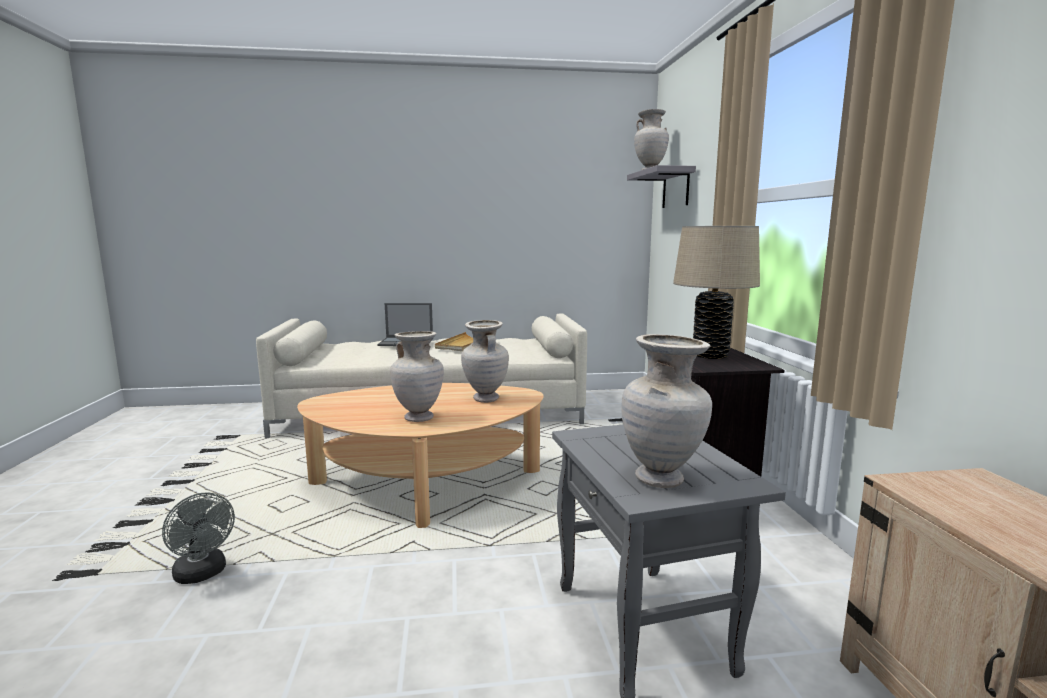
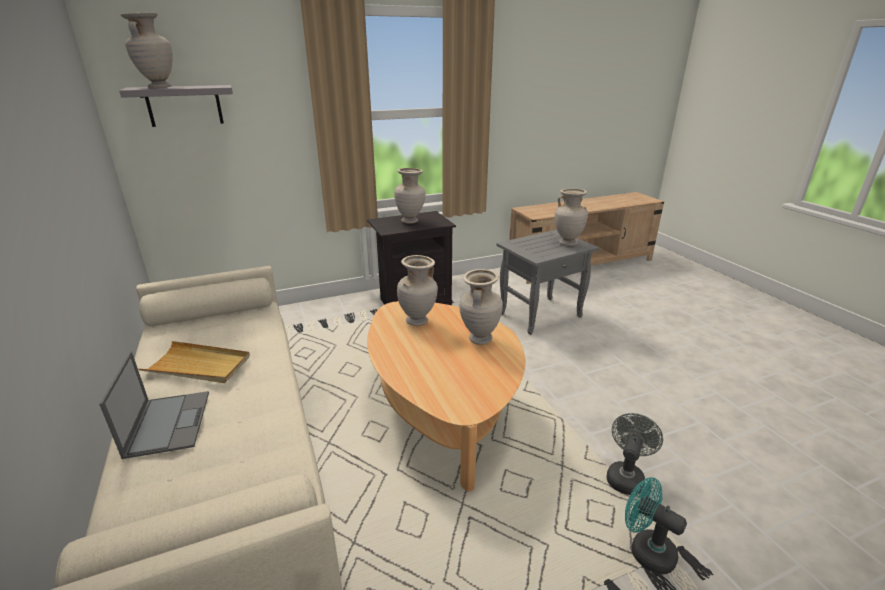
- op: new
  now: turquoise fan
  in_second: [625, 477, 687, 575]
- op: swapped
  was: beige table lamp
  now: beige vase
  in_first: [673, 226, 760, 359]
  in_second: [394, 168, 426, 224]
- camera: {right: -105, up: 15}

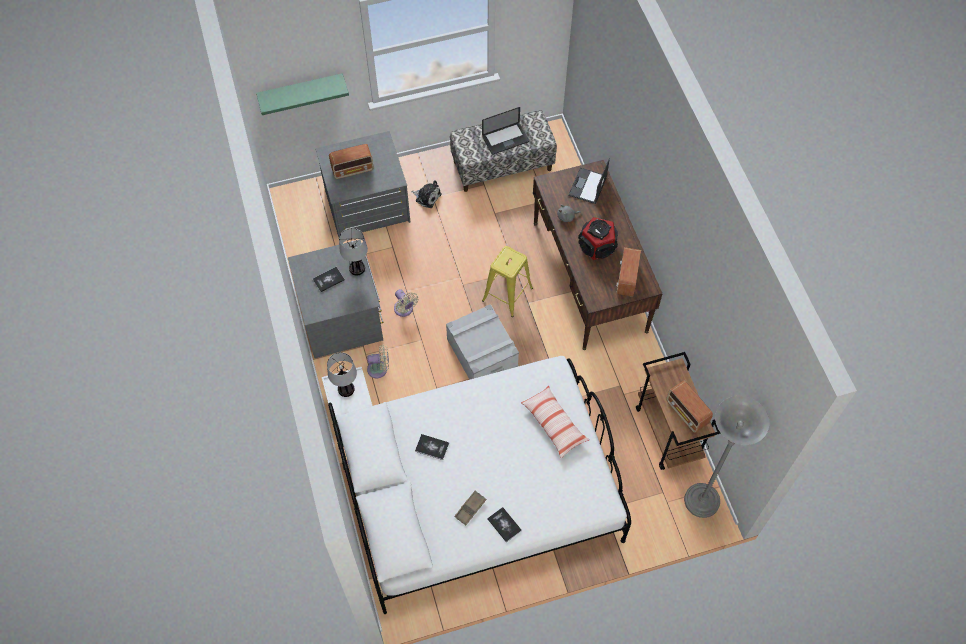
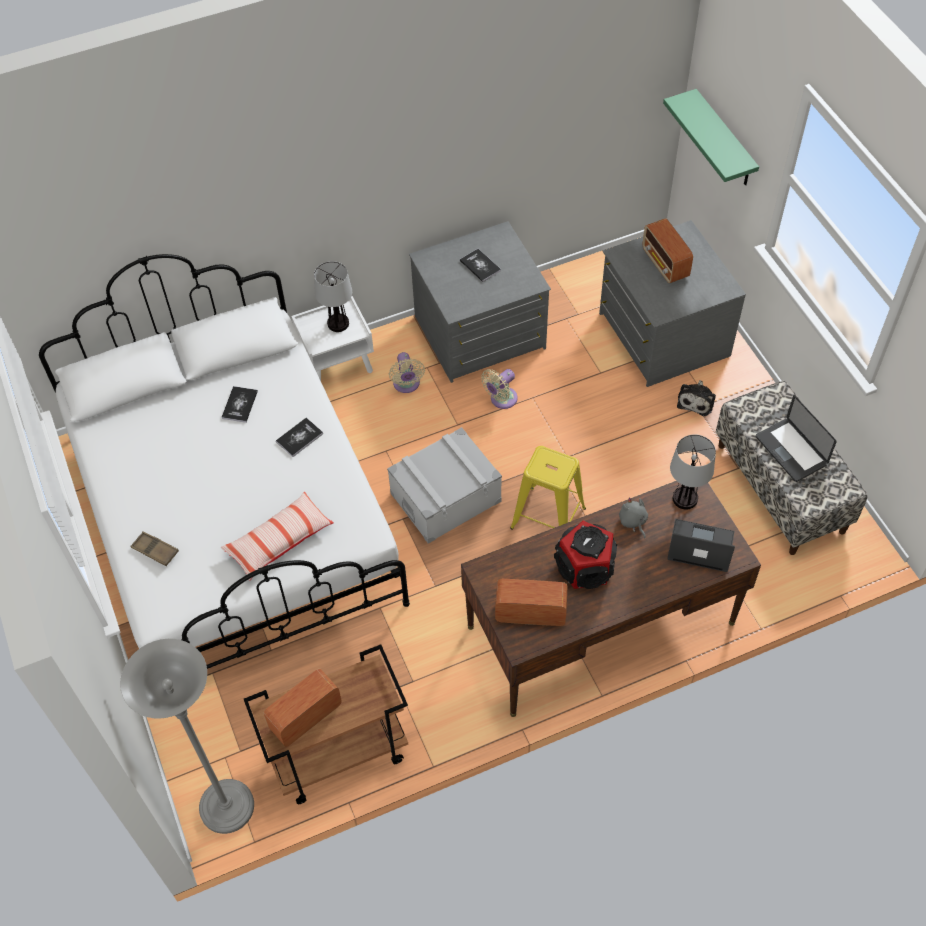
- op: shifted
  was: table lamp
  in_first: [339, 228, 368, 276]
  in_second: [670, 434, 716, 510]
- op: shifted
  was: brown tray
  in_first: [454, 491, 486, 525]
  in_second: [130, 531, 179, 566]
- op: shifted
  was: book
  in_first: [487, 507, 522, 542]
  in_second: [276, 418, 323, 457]
- camera: {right: 85, up: -5}

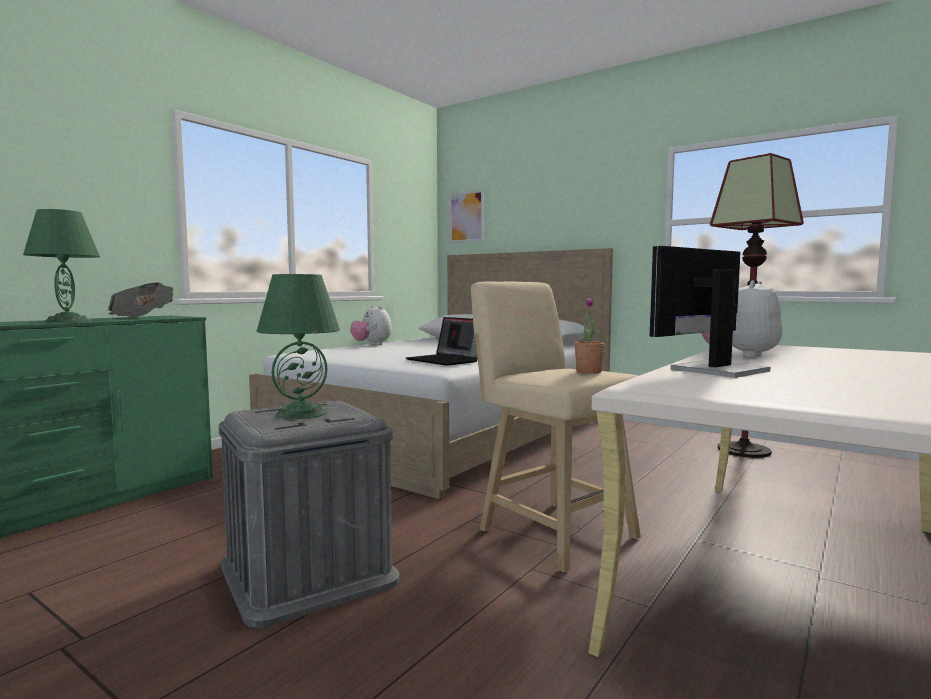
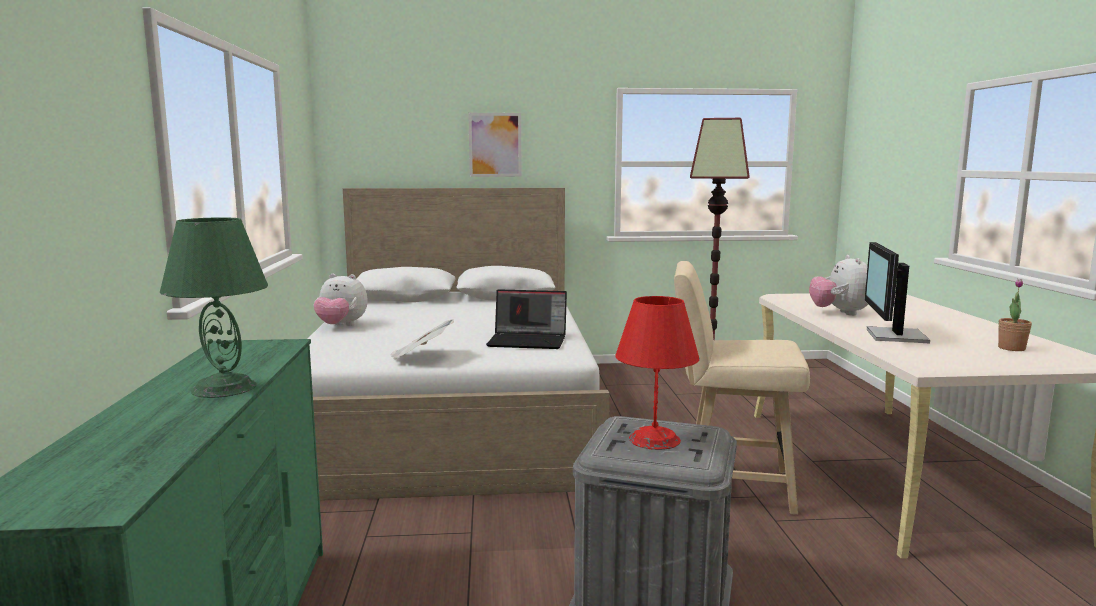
- op: shifted
  was: newspaper
  in_first: [108, 282, 173, 317]
  in_second: [390, 319, 454, 360]
- op: shifted
  was: picture
  in_first: [449, 190, 484, 243]
  in_second: [468, 113, 522, 177]
- op: shifted
  was: potted plant
  in_first: [574, 298, 605, 374]
  in_second: [998, 279, 1032, 351]
- op: repainted
  was: green table lamp
  now: red table lamp
  in_first: [256, 274, 340, 419]
  in_second: [615, 296, 700, 450]
- camera: {right: -40, up: 5}

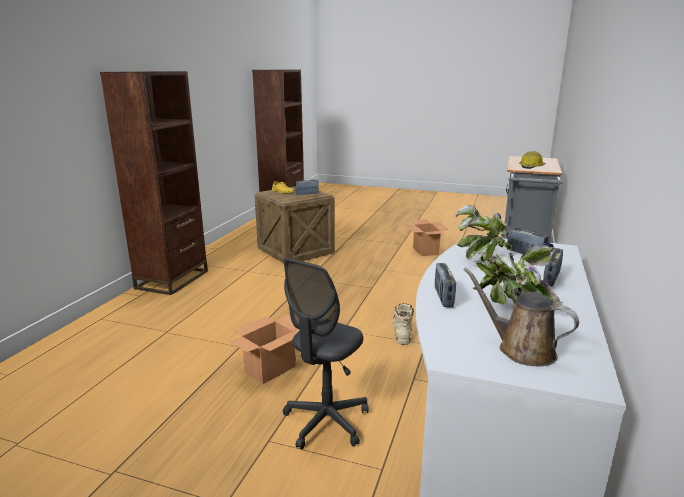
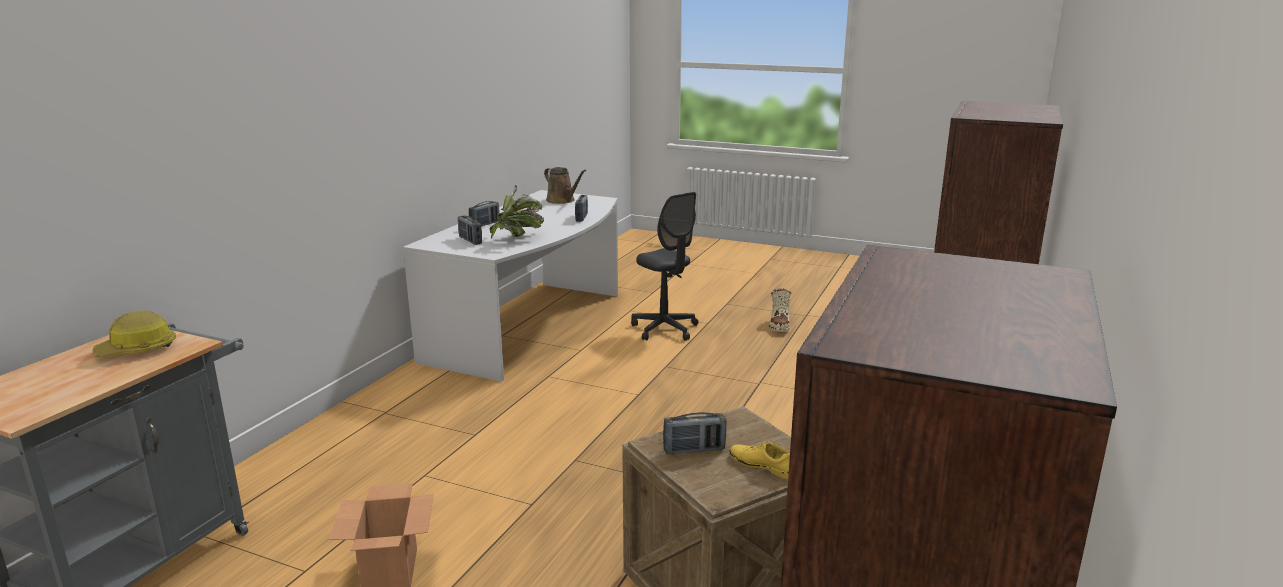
- op: gone
  was: cardboard box
  in_first: [230, 314, 298, 384]
- op: gone
  was: potted plant
  in_first: [473, 243, 563, 305]
- op: shifted
  was: beige boot
  in_first: [392, 303, 414, 345]
  in_second: [769, 289, 791, 331]
- op: rotated
  was: grey office chair
  in_first: [283, 258, 369, 450]
  in_second: [631, 192, 698, 341]
  clockwise: 105
- camera: {right: -175, up: 0}

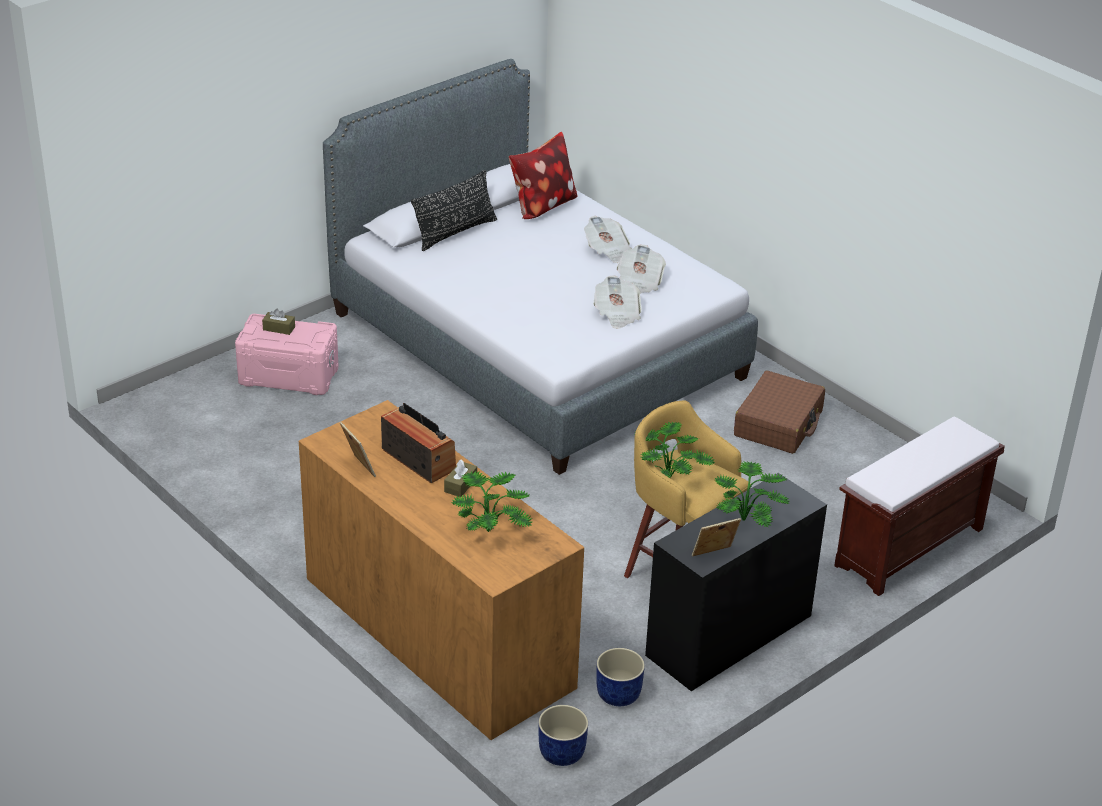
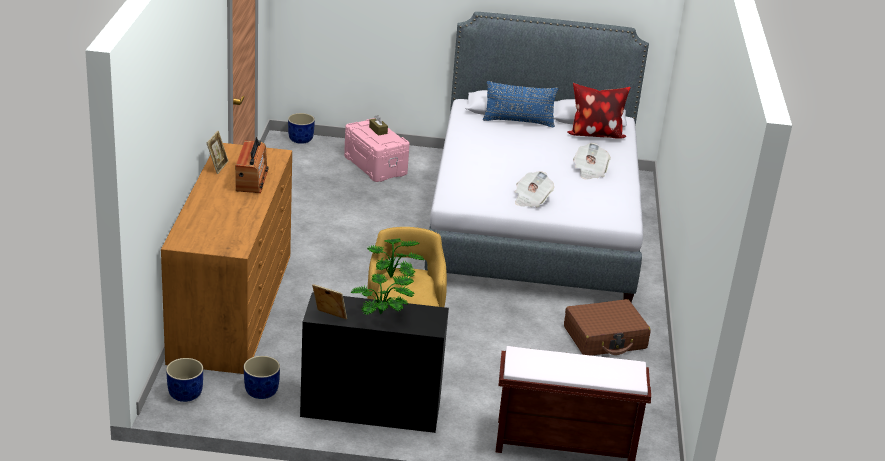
- op: gone
  was: brown tissue box
  in_first: [444, 459, 477, 497]
- op: gone
  was: potted plant
  in_first: [452, 470, 532, 531]
- op: gone
  was: newspaper
  in_first: [617, 245, 666, 294]
- op: new
  now: blue planter
  in_second: [288, 113, 315, 144]
- op: repainted
  was: black pillow
  now: blue pillow
  in_first: [411, 170, 497, 251]
  in_second: [483, 81, 558, 127]
- camera: {right: 45, up: -5}

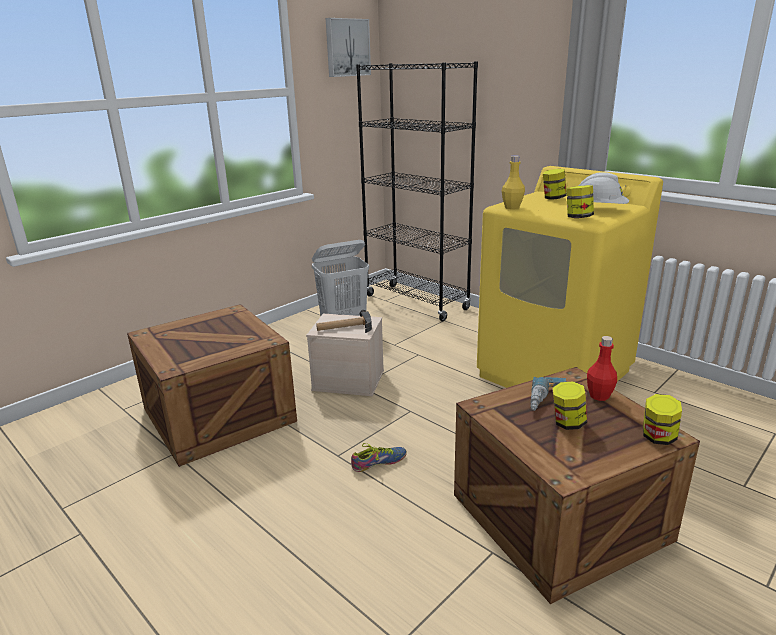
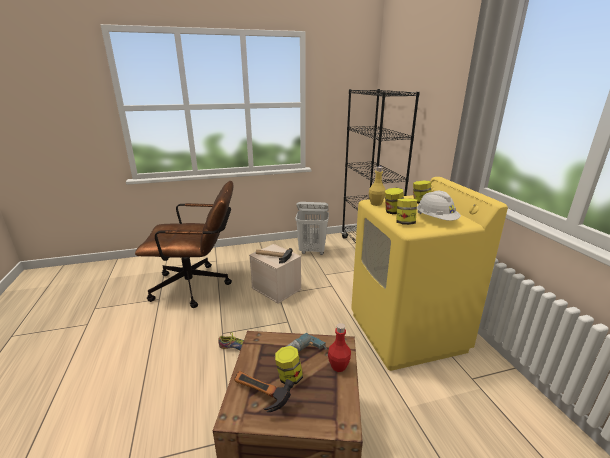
- op: gone
  was: picture
  in_first: [326, 18, 371, 77]
- op: new
  now: hammer
  in_second: [234, 371, 294, 412]
- op: shifted
  was: jar
  in_first: [643, 394, 682, 445]
  in_second: [385, 188, 404, 214]
- op: swapped
  was: crate
  now: brown office chair
  in_first: [127, 304, 297, 467]
  in_second: [135, 181, 233, 308]
- camera: {right: 30, up: 0}

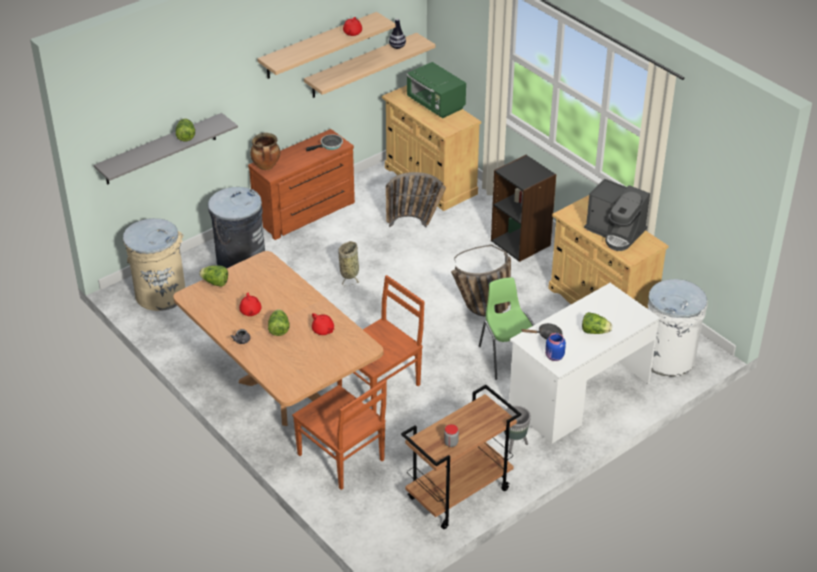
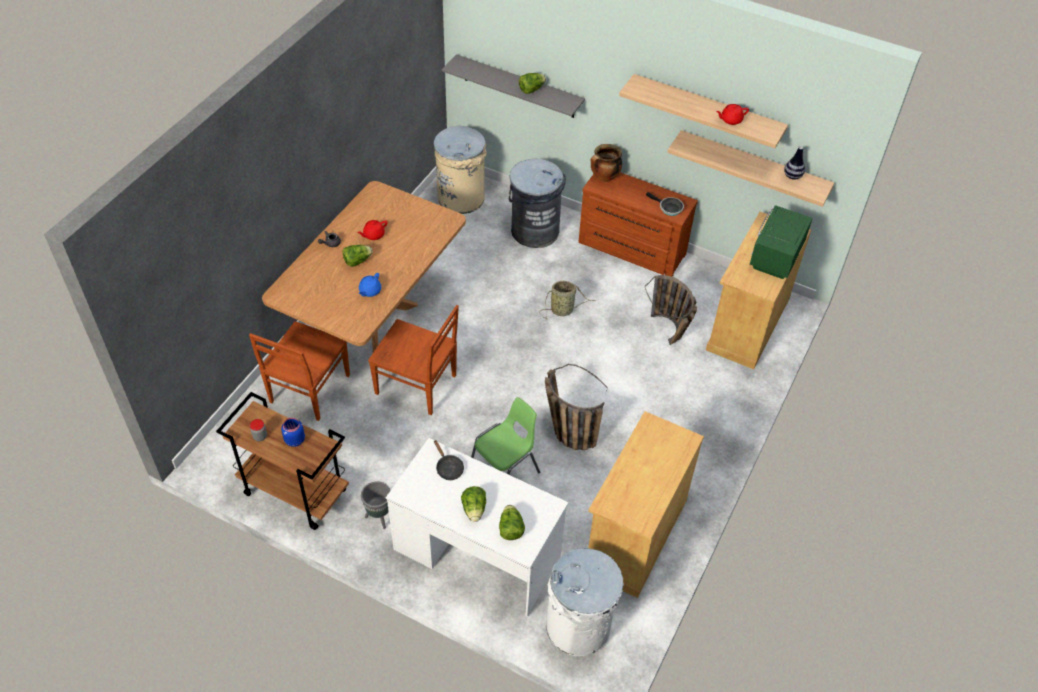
- op: gone
  was: black bookcase
  in_first: [491, 155, 557, 262]
- op: gone
  was: coffee machine
  in_first: [584, 179, 650, 251]
- op: shifted
  was: lettuce
  in_first: [199, 266, 228, 287]
  in_second: [499, 505, 525, 540]
- op: shifted
  was: blue jar
  in_first: [545, 333, 566, 361]
  in_second: [281, 418, 305, 447]
- op: repainted
  was: red teapot
  now: blue teapot
  in_first: [312, 313, 335, 335]
  in_second: [359, 273, 381, 297]
- camera: {right: 65, up: 10}

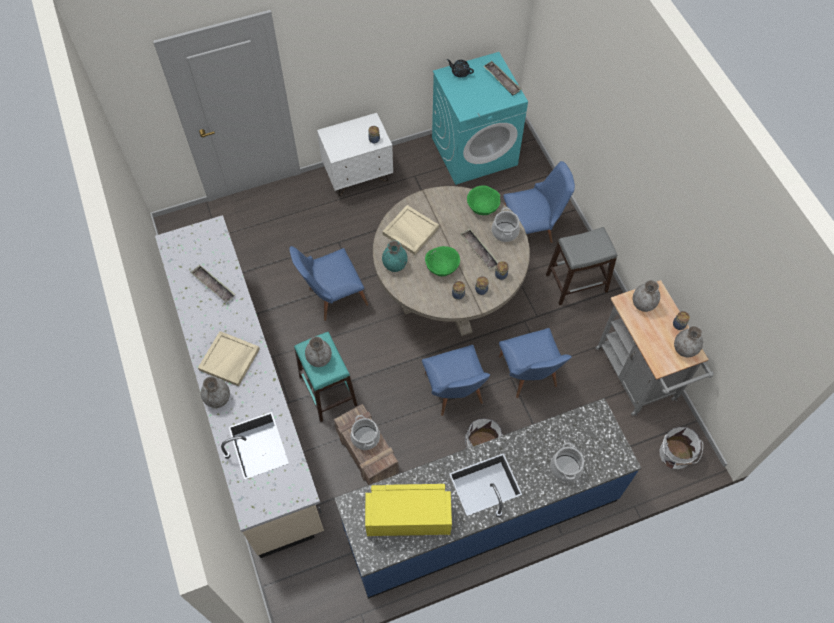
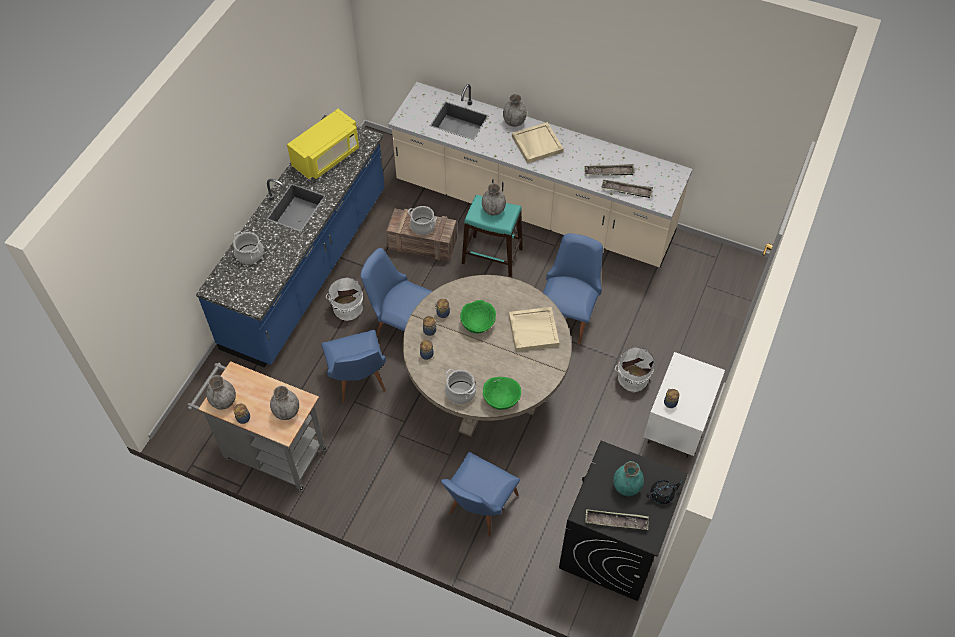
- op: gone
  was: grey stool
  in_first: [546, 227, 617, 305]
- op: shifted
  was: turquoise vase
  in_first: [382, 240, 408, 272]
  in_second: [613, 461, 644, 496]
- op: shifted
  was: tray
  in_first: [460, 229, 499, 269]
  in_second: [601, 180, 653, 198]
- op: shifted
  was: white bucket
  in_first: [660, 427, 703, 469]
  in_second: [615, 347, 654, 392]
- op: repainted
  was: turquoise washing machine
  now: black washing machine
  in_first: [432, 52, 528, 185]
  in_second: [559, 441, 688, 601]
- op: rotated
  was: blue chair
  in_first: [499, 328, 572, 398]
  in_second: [321, 330, 386, 402]
  clockwise: -135
- camera: {right: 135, up: -5}

